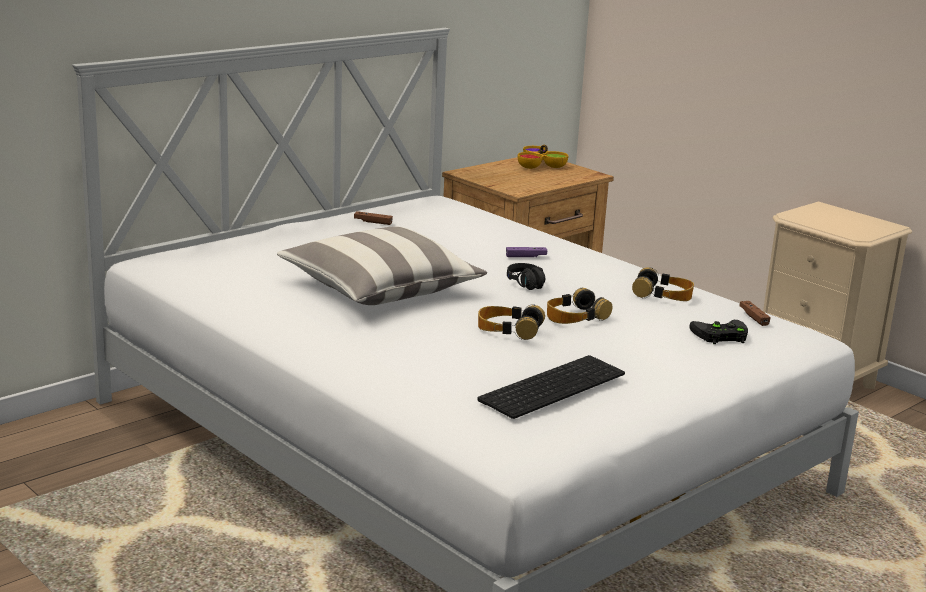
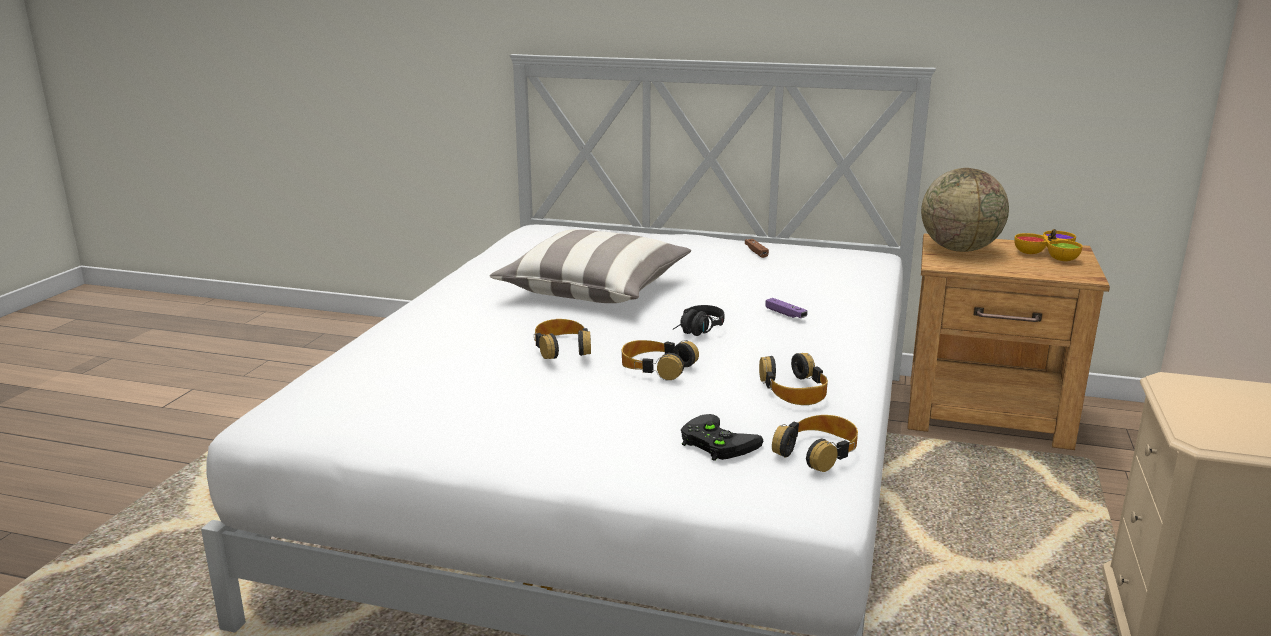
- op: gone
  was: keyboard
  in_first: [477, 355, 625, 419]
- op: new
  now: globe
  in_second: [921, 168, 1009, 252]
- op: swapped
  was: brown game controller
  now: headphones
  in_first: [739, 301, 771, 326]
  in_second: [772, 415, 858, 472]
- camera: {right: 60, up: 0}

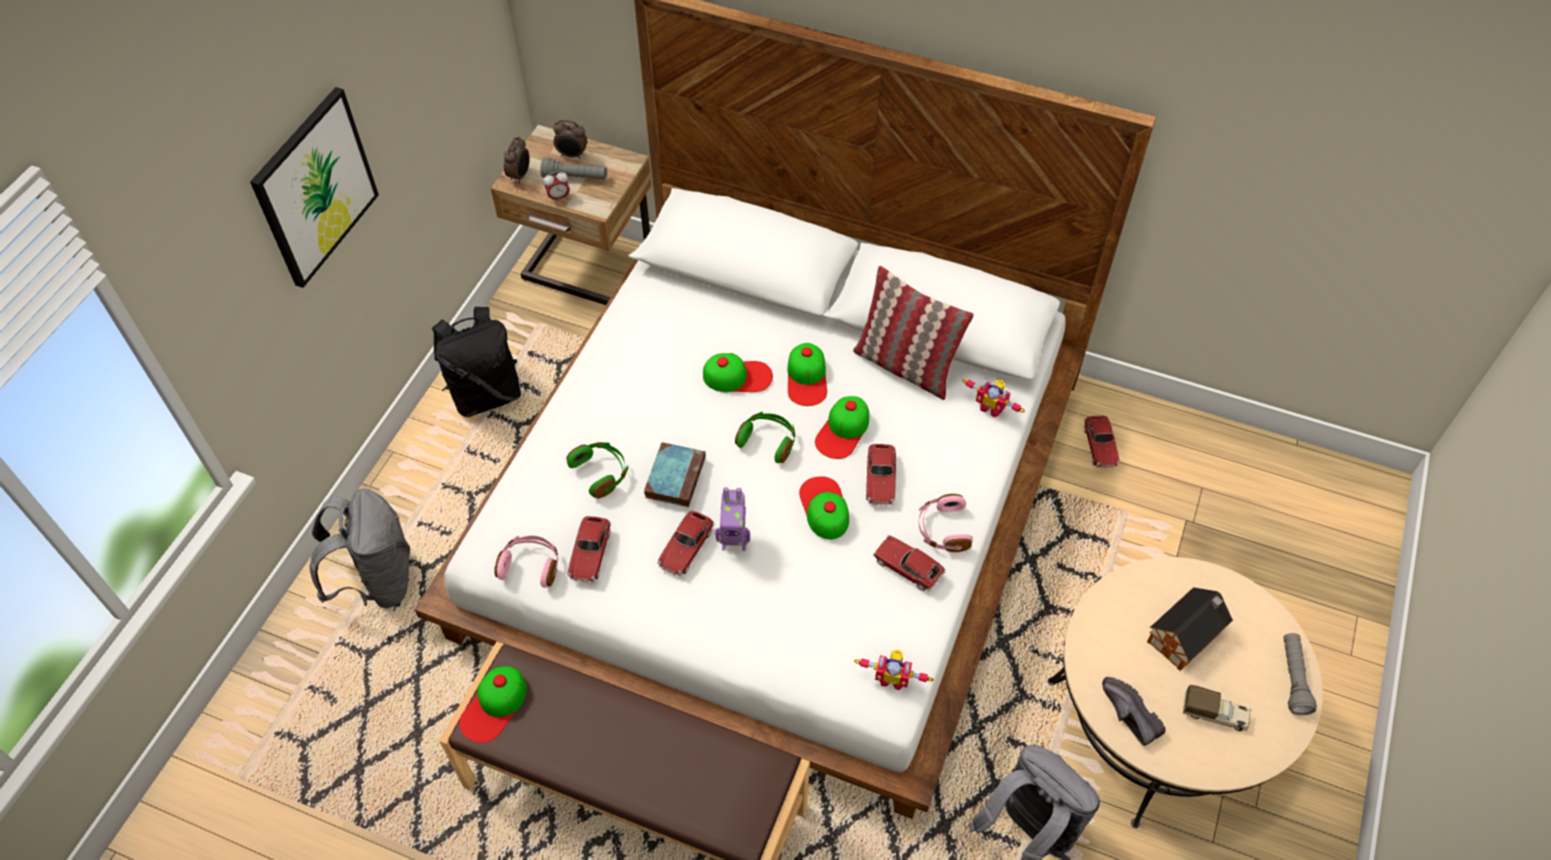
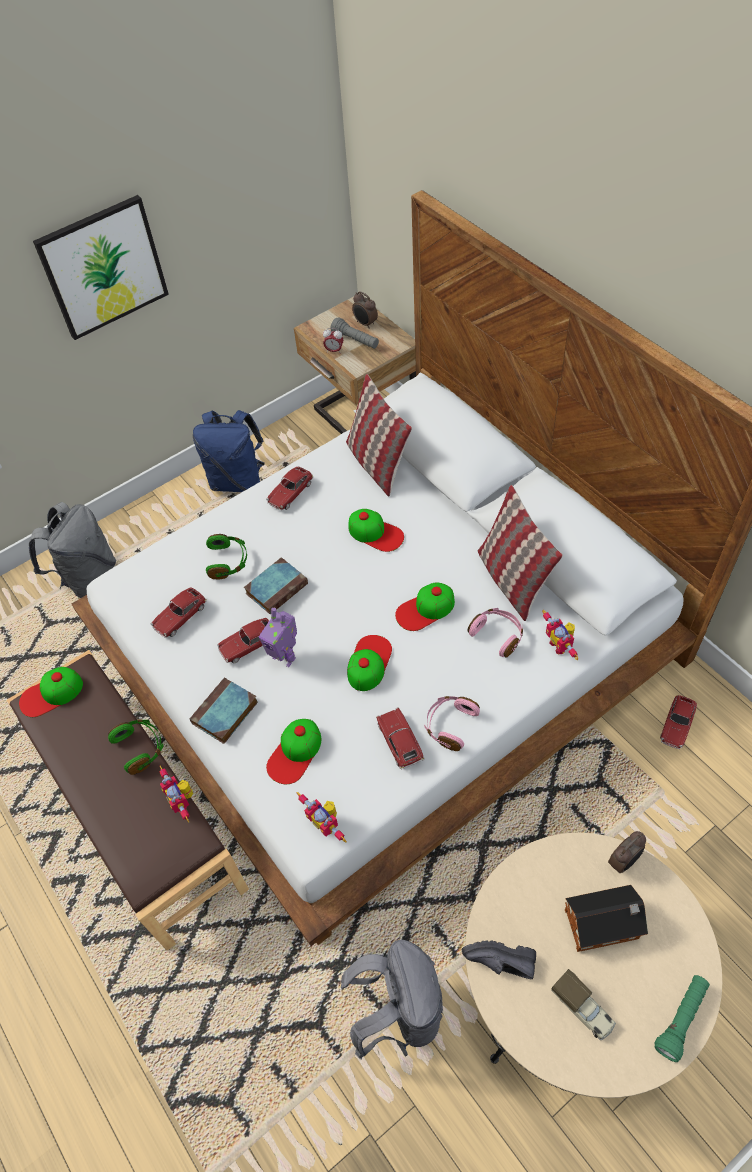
- op: new
  now: toy robot
  in_second: [159, 766, 193, 823]
- op: new
  now: book
  in_second: [190, 677, 258, 744]
- op: new
  now: pillow
  in_second: [346, 374, 412, 496]
- op: shifted
  was: pink headphones
  in_first: [494, 536, 558, 588]
  in_second: [468, 608, 523, 657]
- op: shifted
  was: alarm clock
  in_first: [504, 136, 530, 184]
  in_second: [608, 831, 646, 873]
- op: shifted
  was: green headphones
  in_first: [735, 412, 795, 463]
  in_second: [108, 719, 164, 775]
- op: shifted
  was: cap
  in_first: [787, 343, 827, 406]
  in_second: [266, 719, 321, 784]
- op: shifted
  was: toy car
  in_first: [866, 444, 896, 506]
  in_second: [266, 466, 313, 510]
- op: repainted
  was: black backpack
  now: blue backpack
  in_first: [432, 307, 521, 417]
  in_second: [193, 410, 265, 492]
- op: repainted
  was: grey flashlight
  now: green flashlight
  in_first: [1283, 633, 1317, 715]
  in_second: [654, 975, 710, 1062]
- op: rotated
  was: black shoe
  in_first: [1102, 677, 1166, 746]
  in_second: [462, 940, 536, 979]
  clockwise: -75
- camera: {right: 35, up: 0}

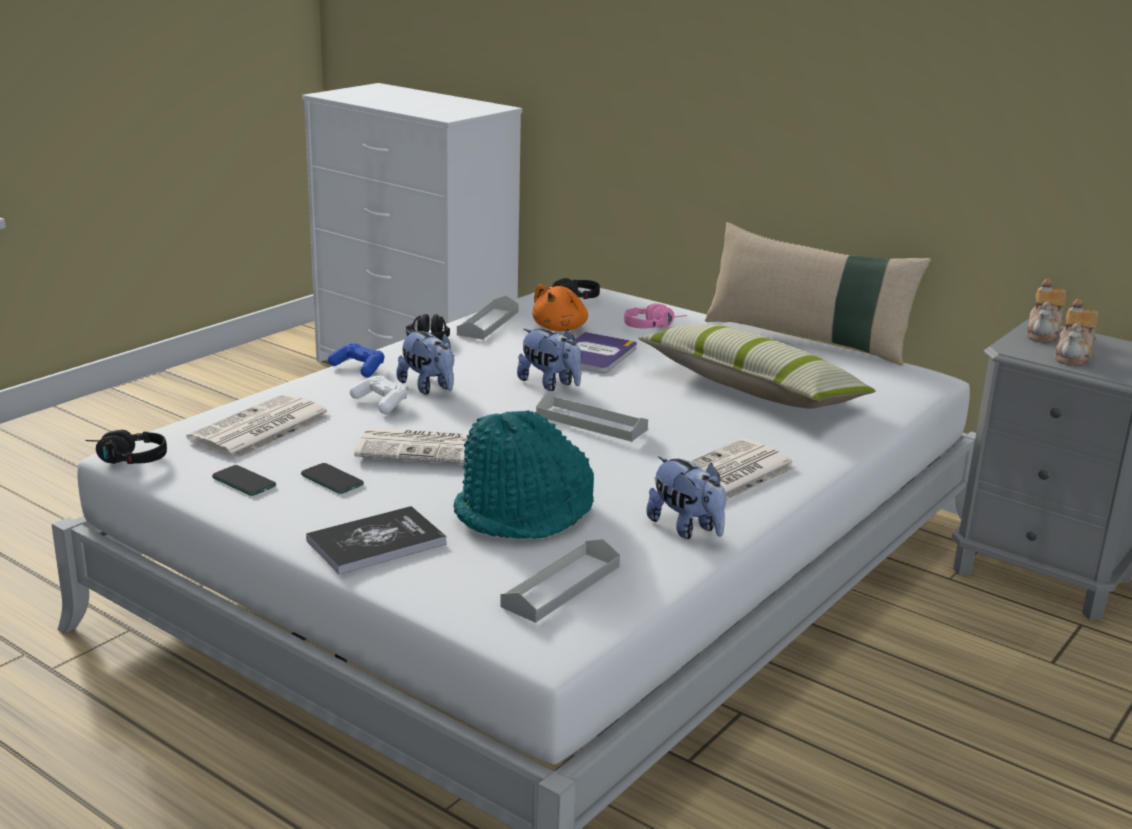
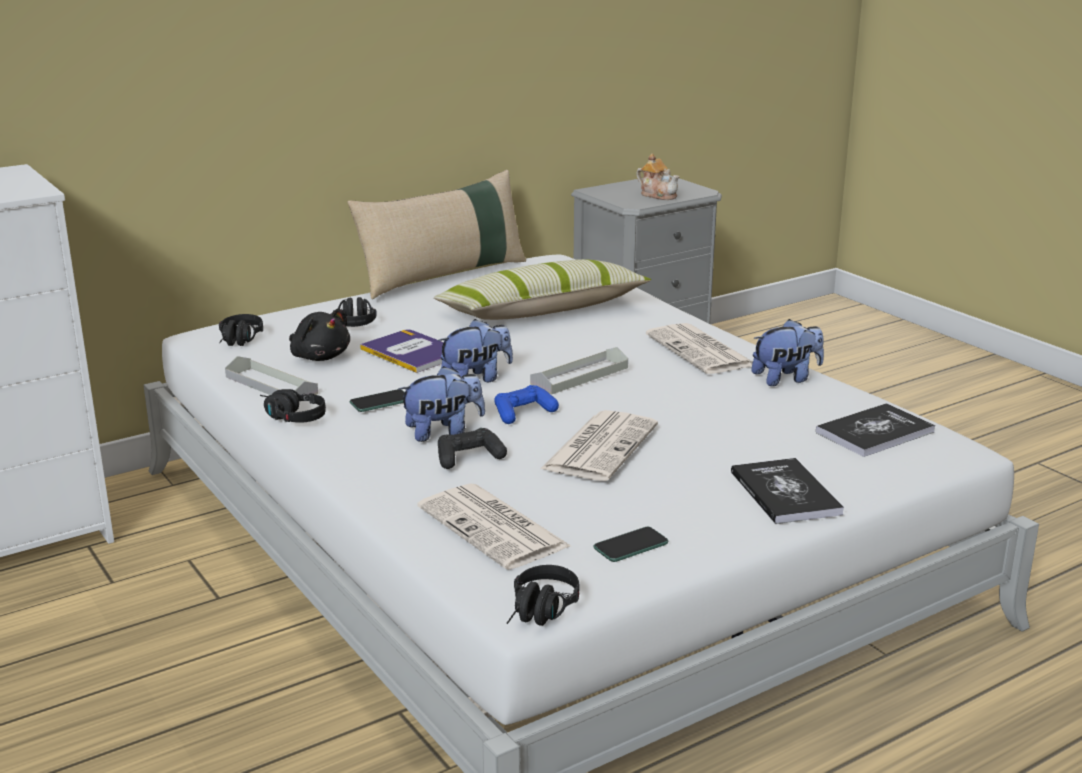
- op: gone
  was: turquoise hat
  in_first: [454, 410, 594, 539]
- op: gone
  was: teapot
  in_first: [1026, 279, 1066, 343]
- op: shifted
  was: phone
  in_first: [301, 463, 364, 494]
  in_second: [349, 389, 405, 412]
- op: shifted
  was: blue game controller
  in_first: [328, 343, 384, 377]
  in_second: [494, 385, 559, 424]
- op: swapped
  was: grey tray
  now: book
  in_first: [500, 539, 620, 623]
  in_second: [816, 403, 935, 457]
- op: repainted
  was: white game controller
  now: black game controller
  in_first: [350, 375, 407, 414]
  in_second: [438, 428, 507, 469]
- op: repainted
  was: orange plush toy
  now: black plush toy
  in_first: [532, 284, 588, 331]
  in_second: [289, 309, 350, 361]
- op: repainted
  was: pink headphones
  now: black headphones
  in_first: [624, 303, 687, 328]
  in_second: [333, 297, 377, 327]
- camera: {right: -70, up: 0}

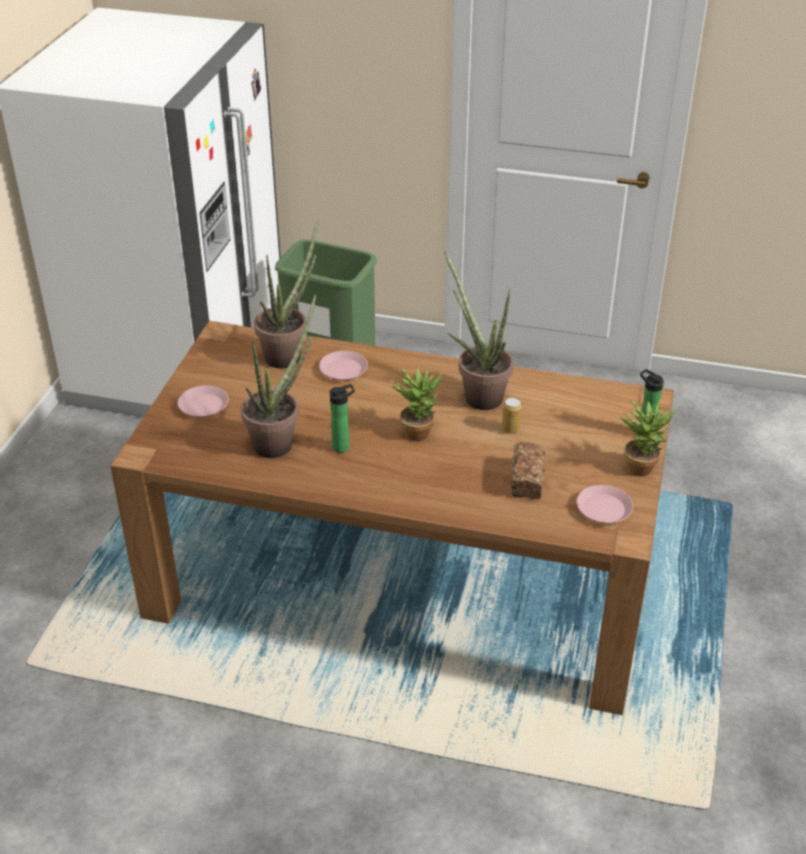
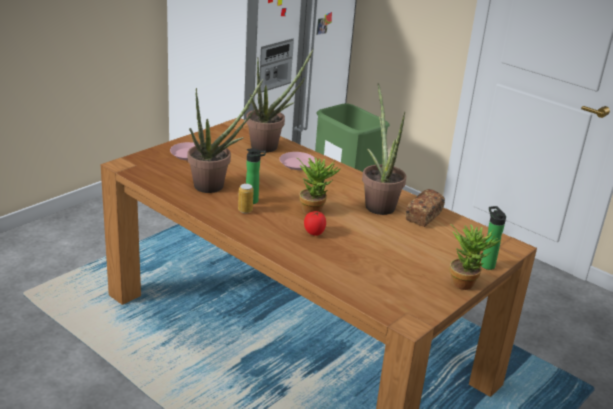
- op: gone
  was: pink plate
  in_first: [577, 485, 633, 523]
- op: new
  now: tomato
  in_second: [304, 211, 326, 236]
- op: shifted
  was: can
  in_first: [502, 398, 522, 434]
  in_second: [238, 183, 254, 213]
- op: shifted
  was: bread
  in_first: [511, 442, 545, 499]
  in_second: [406, 189, 445, 227]
- camera: {right: 25, up: -10}

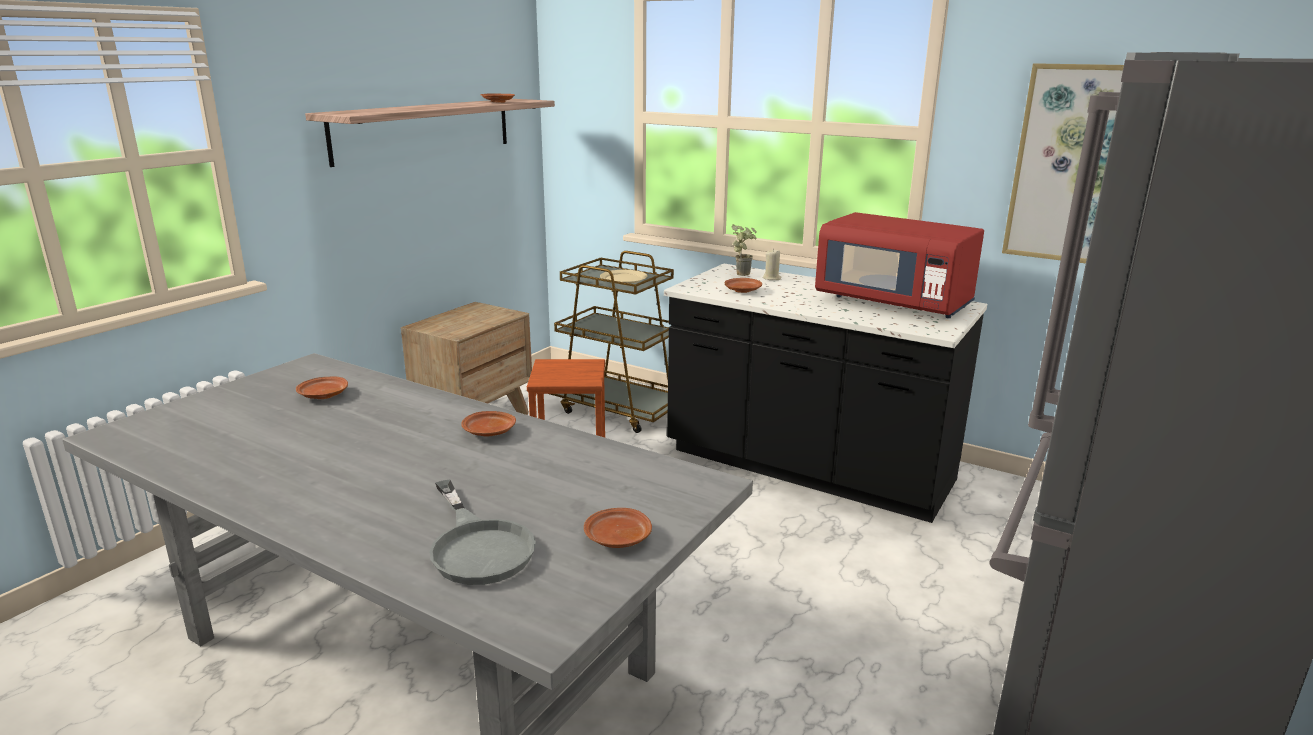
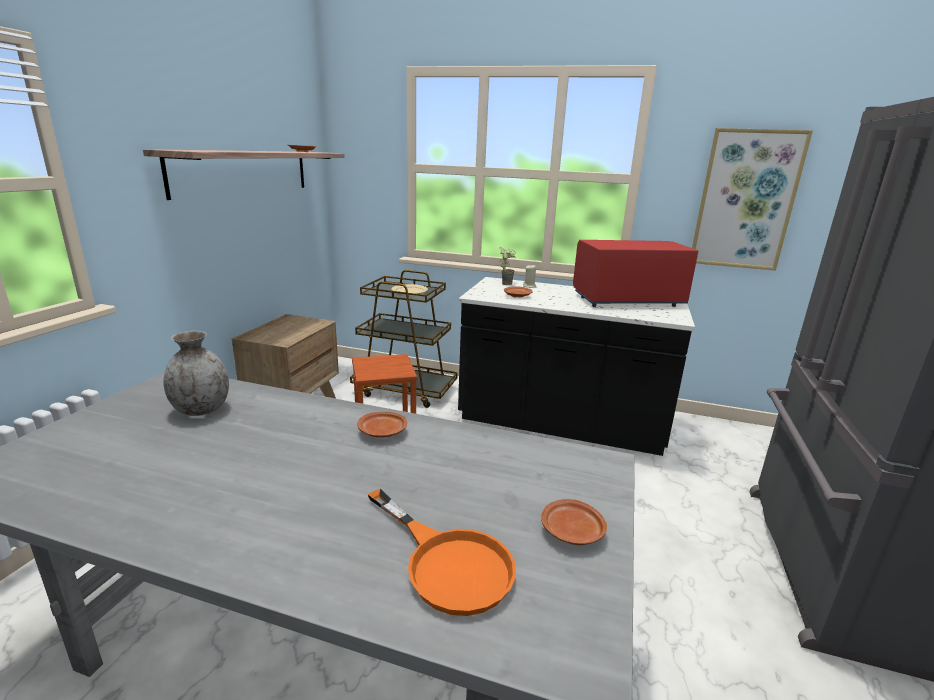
- op: swapped
  was: brown plate
  now: grey vase
  in_first: [296, 377, 348, 399]
  in_second: [163, 331, 229, 416]
- op: repainted
  was: grey frying pan
  now: orange frying pan
  in_first: [429, 479, 536, 585]
  in_second: [368, 489, 516, 616]
- op: rotated
  was: red microwave
  in_first: [815, 212, 984, 318]
  in_second: [573, 240, 698, 307]
  clockwise: 150
- camera: {right: -15, up: 0}

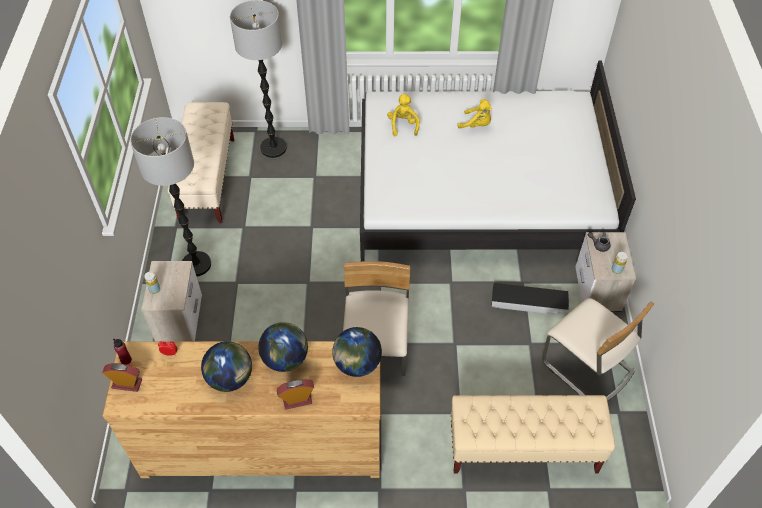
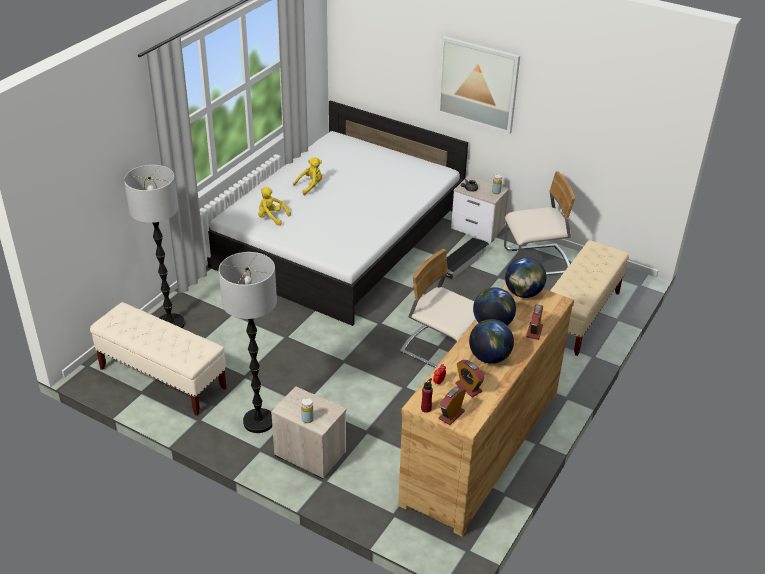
- op: new
  now: picture
  in_second: [437, 36, 520, 134]
- op: new
  now: alarm clock
  in_second: [456, 360, 485, 397]
- camera: {right: -60, up: -15}

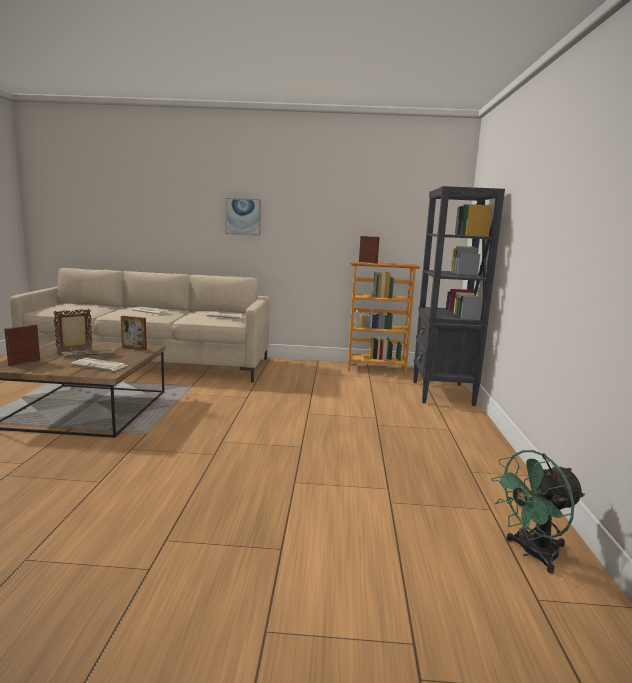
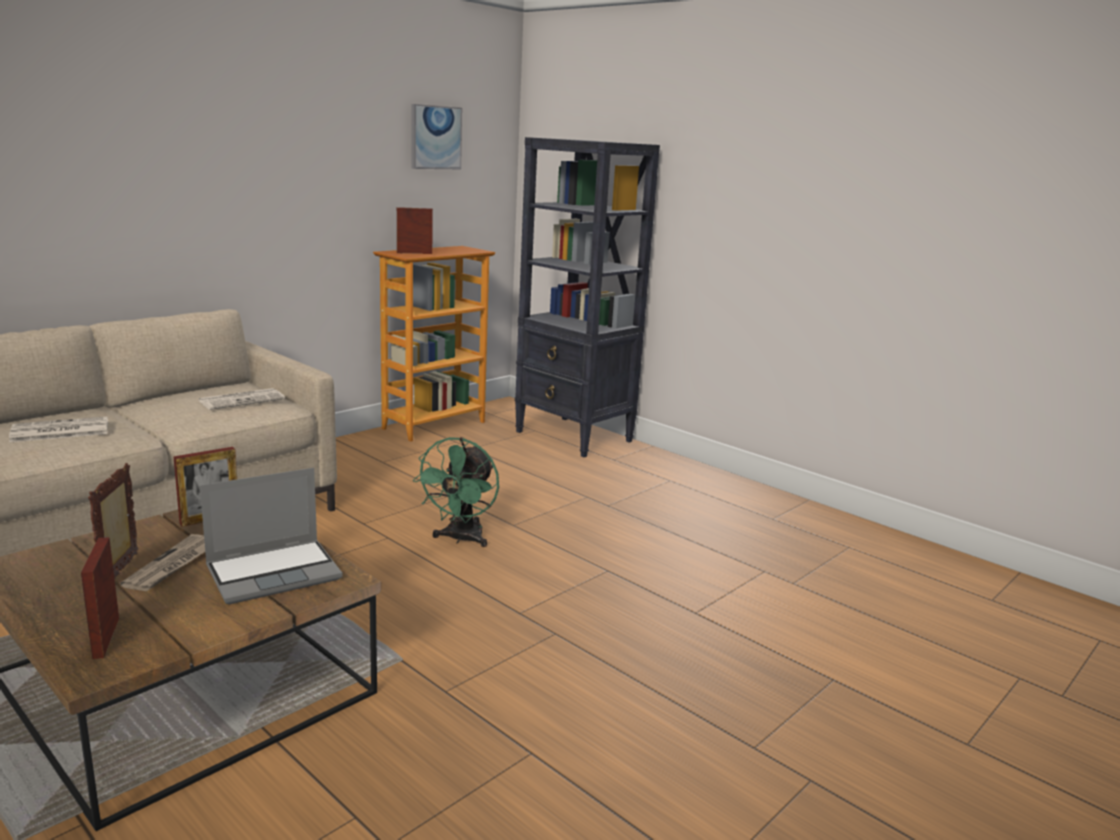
- op: shifted
  was: picture
  in_first: [226, 198, 261, 236]
  in_second: [412, 104, 462, 169]
- op: shifted
  was: green fan
  in_first: [491, 450, 585, 574]
  in_second: [413, 437, 499, 547]
- op: swapped
  was: newspaper
  now: laptop
  in_first: [71, 358, 128, 371]
  in_second: [200, 468, 343, 604]
- camera: {right: -50, up: 5}

